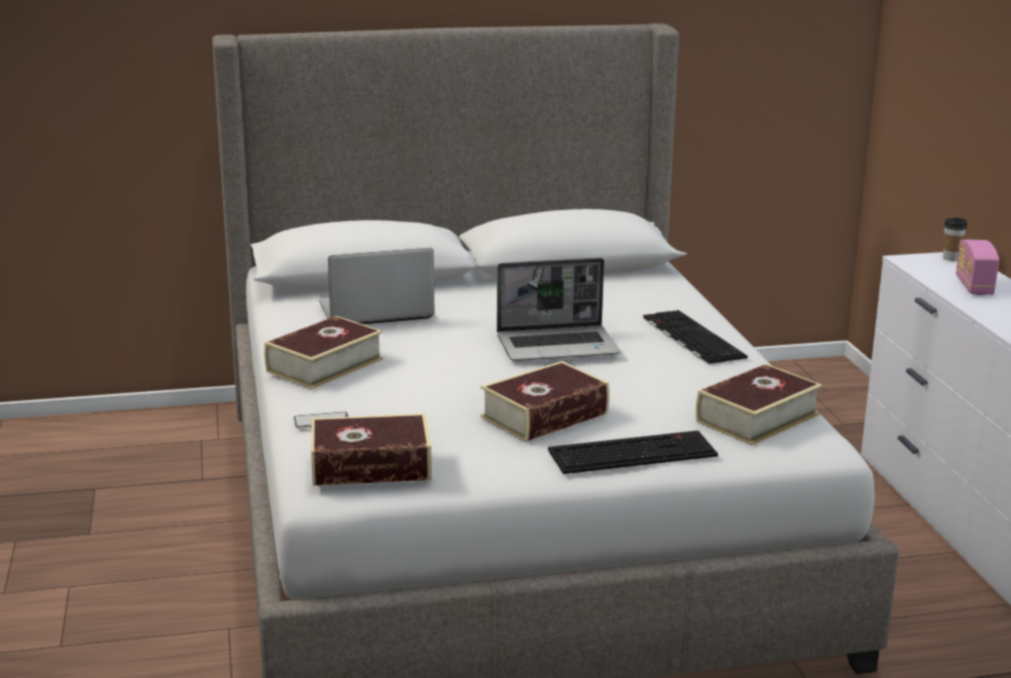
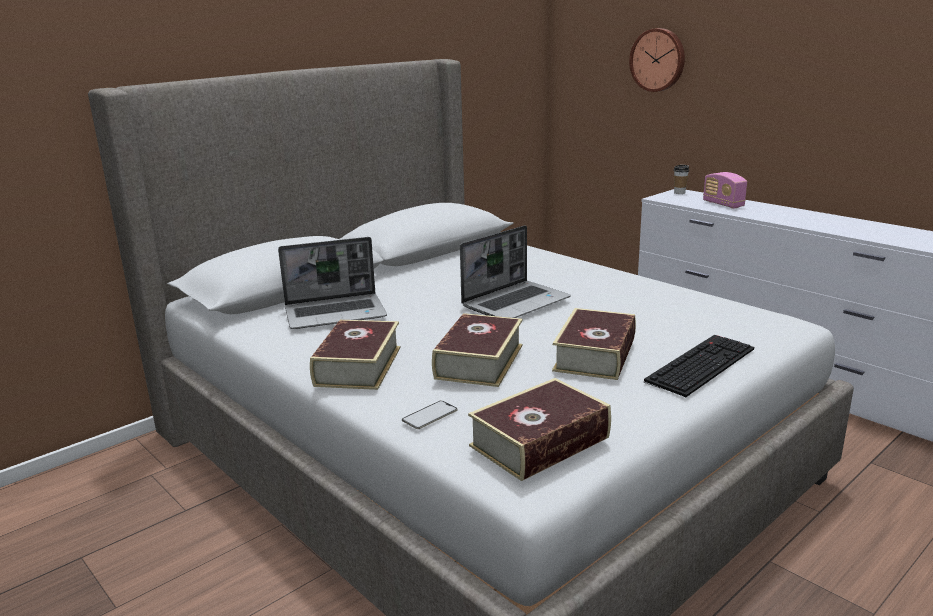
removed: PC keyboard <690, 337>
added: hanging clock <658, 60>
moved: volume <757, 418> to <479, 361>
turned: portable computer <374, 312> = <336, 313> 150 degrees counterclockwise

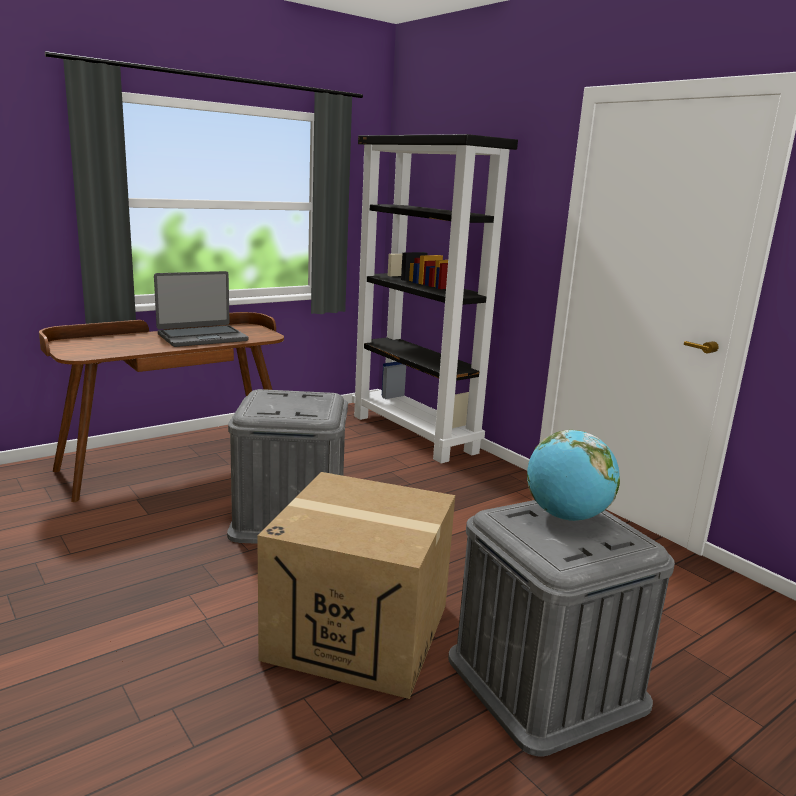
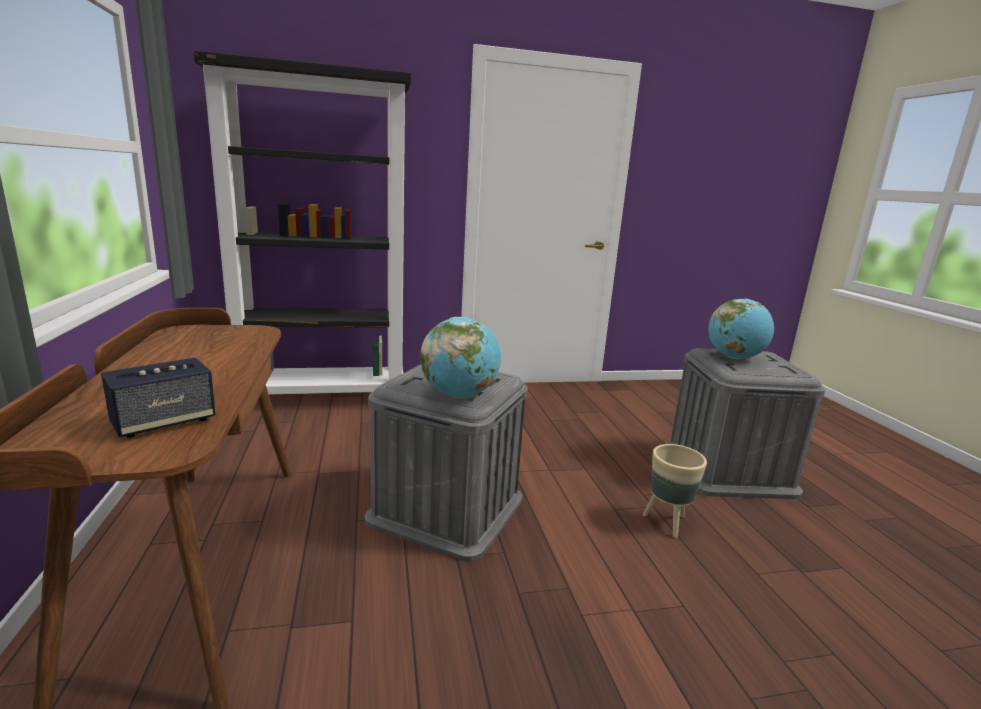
removed: portable computer <202, 337>
added: speaker <164, 422>; world globe <459, 395>
replaced: packing box <359, 631> to planter/beige-coloured <666, 522>

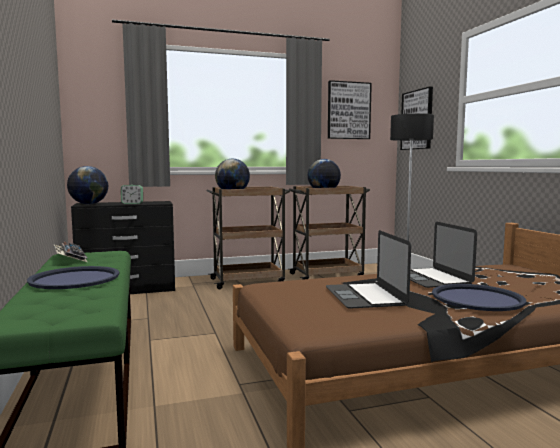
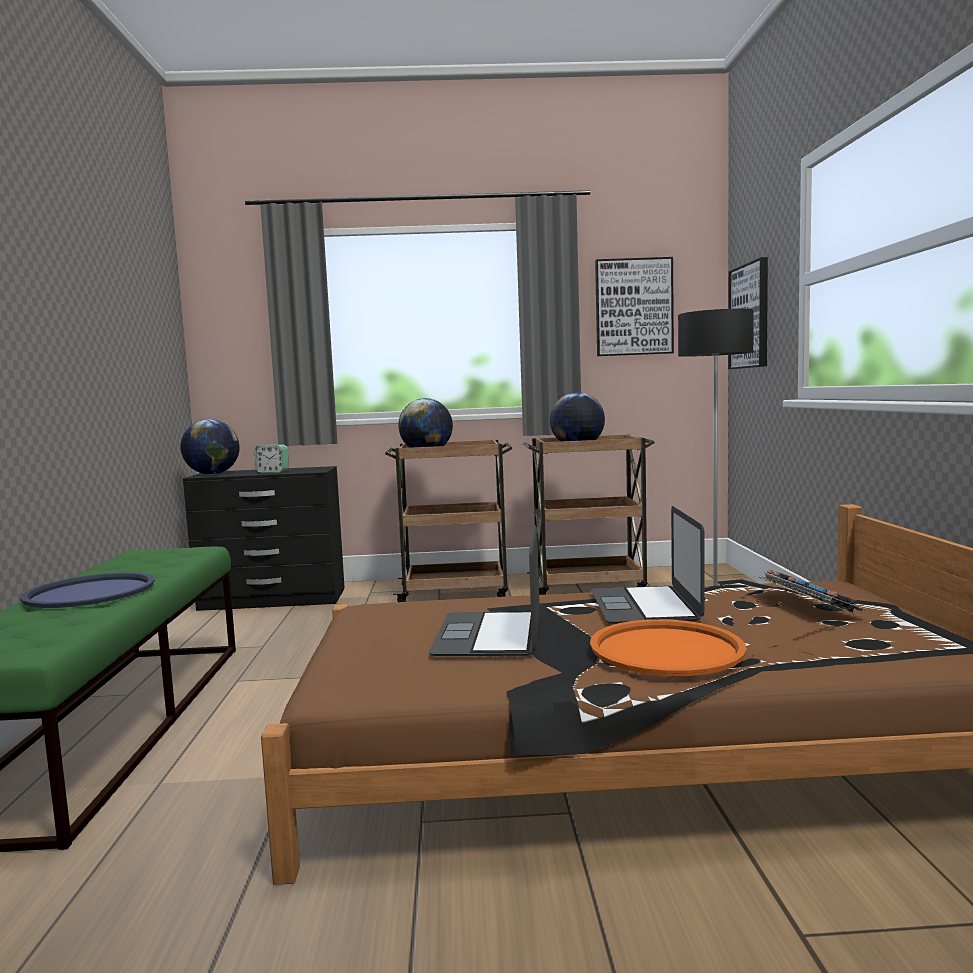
moved: PC keyboard <69, 258> to <803, 604>
recoloured: carrying tray/blue <477, 299> to carrying tray/orange-coloured <666, 649>

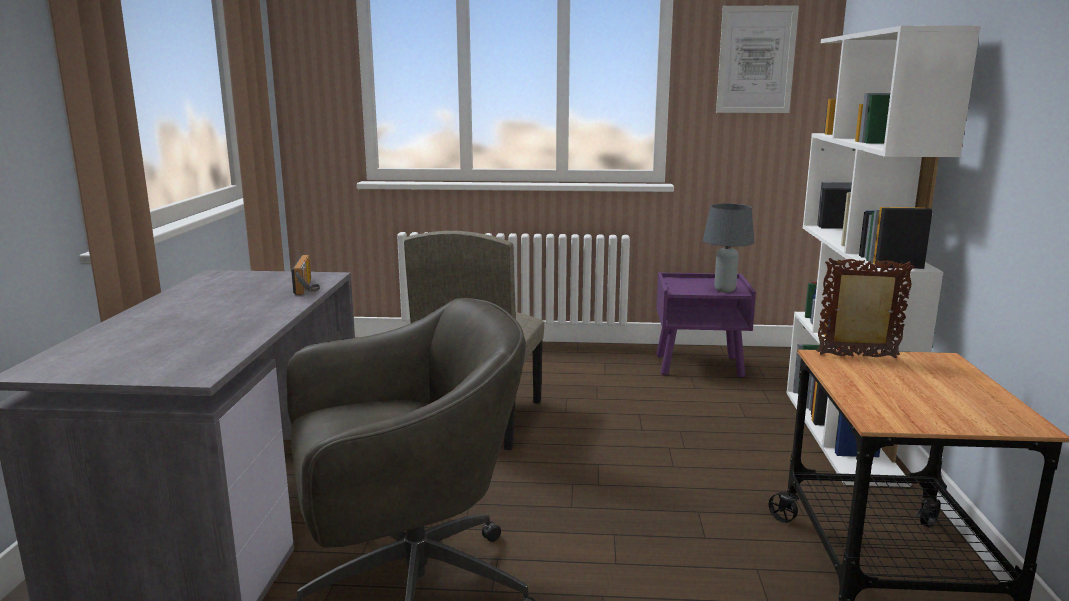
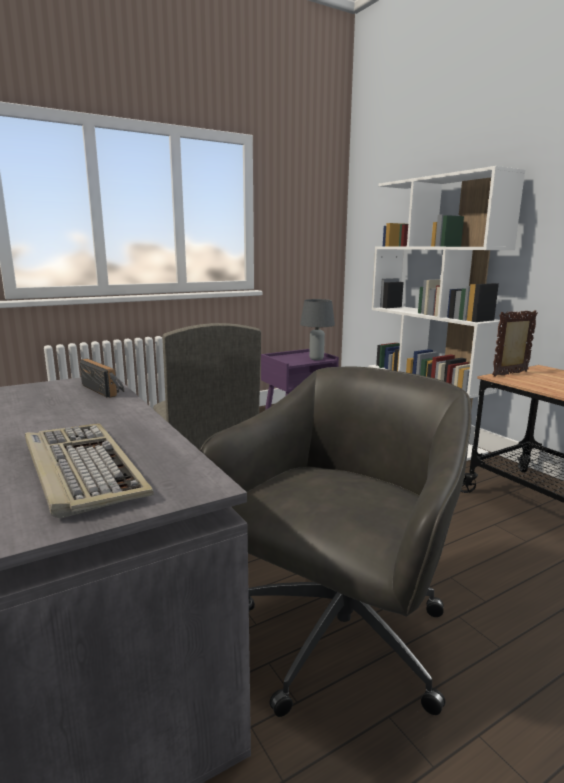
removed: wall picture <756, 60>
added: PC keyboard <80, 469>

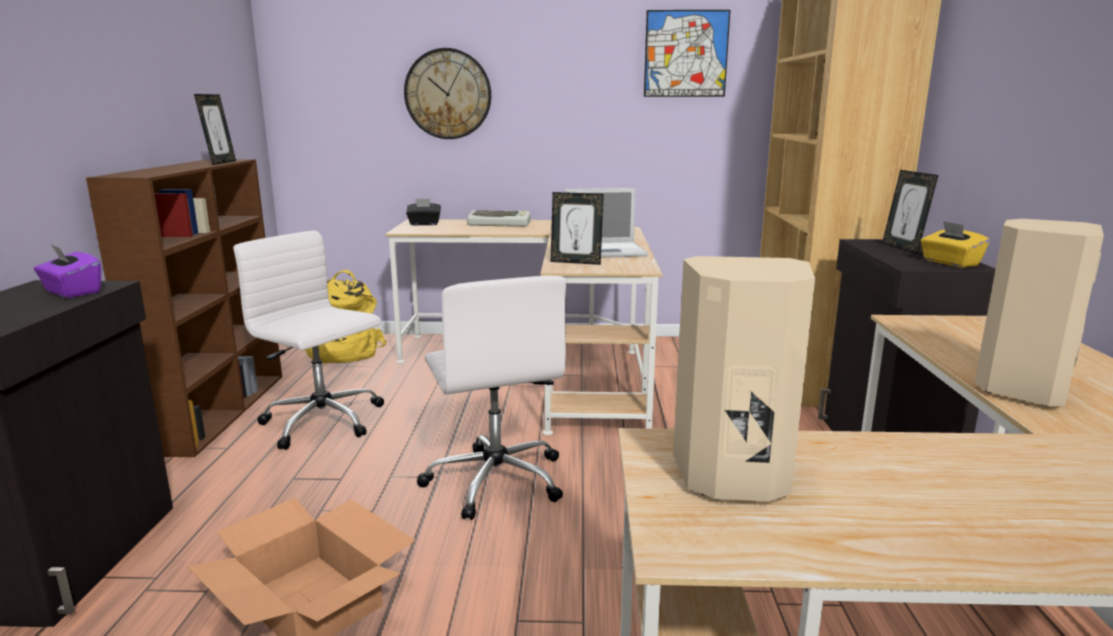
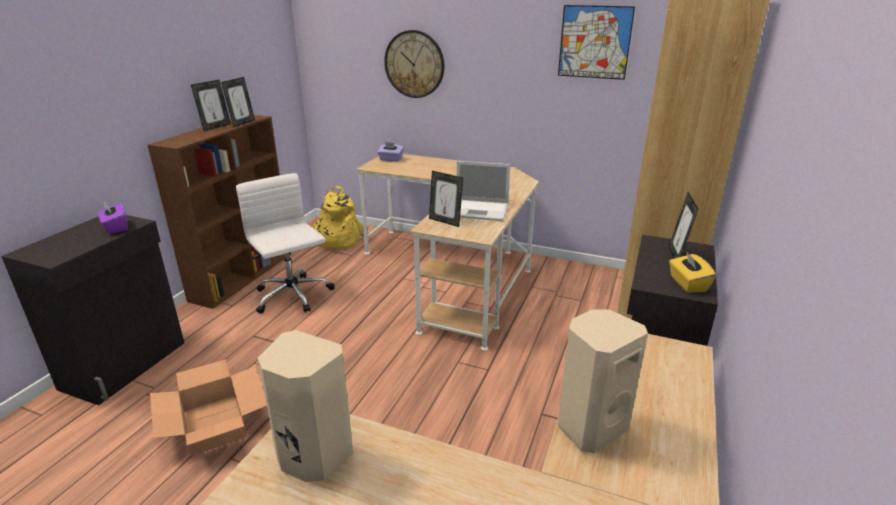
removed: computer chair/white-coloured <496, 480>; PC keyboard <500, 224>
added: picture frame <215, 127>
recoloured: box of tissues/blackish <424, 224> to box of tissues/purple-coloured <390, 159>

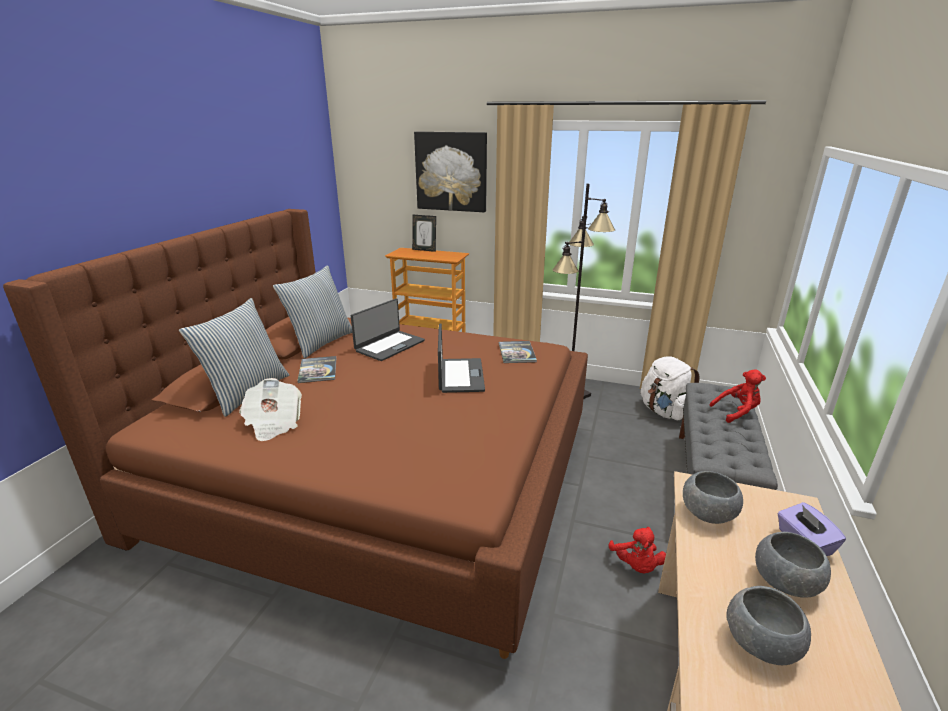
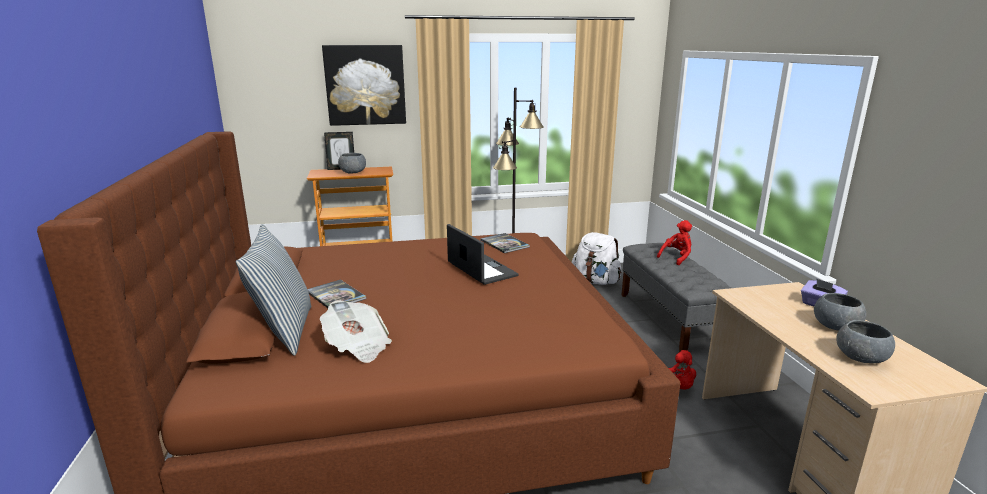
removed: throw pillow <321, 342>; portable computer <389, 346>
moved: serving bowl/grey <708, 514> to <353, 172>

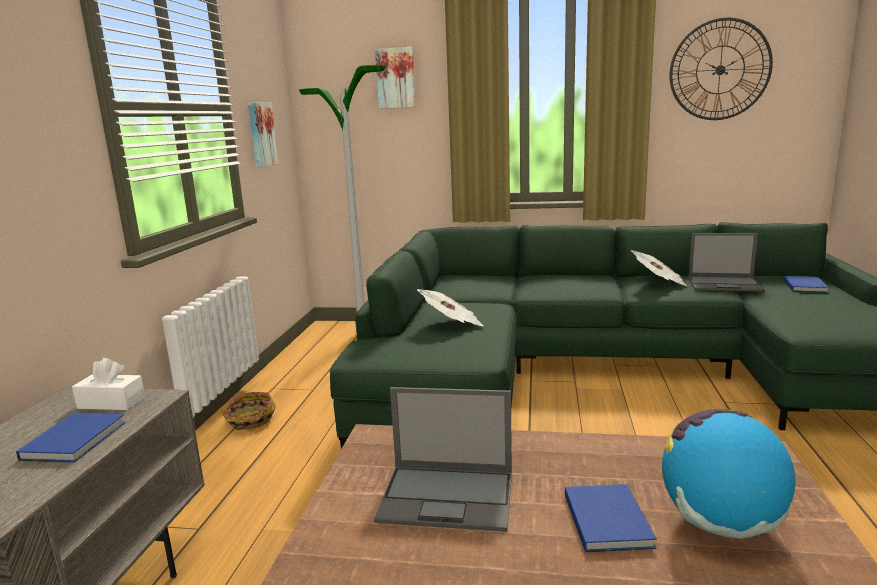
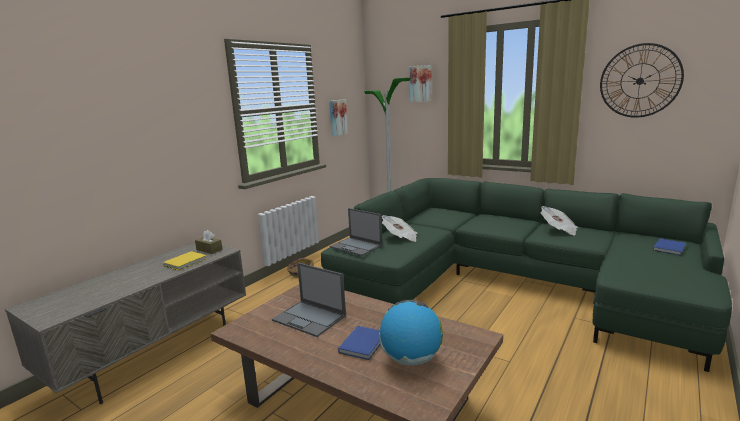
moved: portable computer <725, 284> to <356, 246>
recoloured: volume/blue <77, 439> to volume/yellow-coloured <186, 262>; box of tissues/white-coloured <111, 403> to box of tissues/brown-coloured <209, 250>

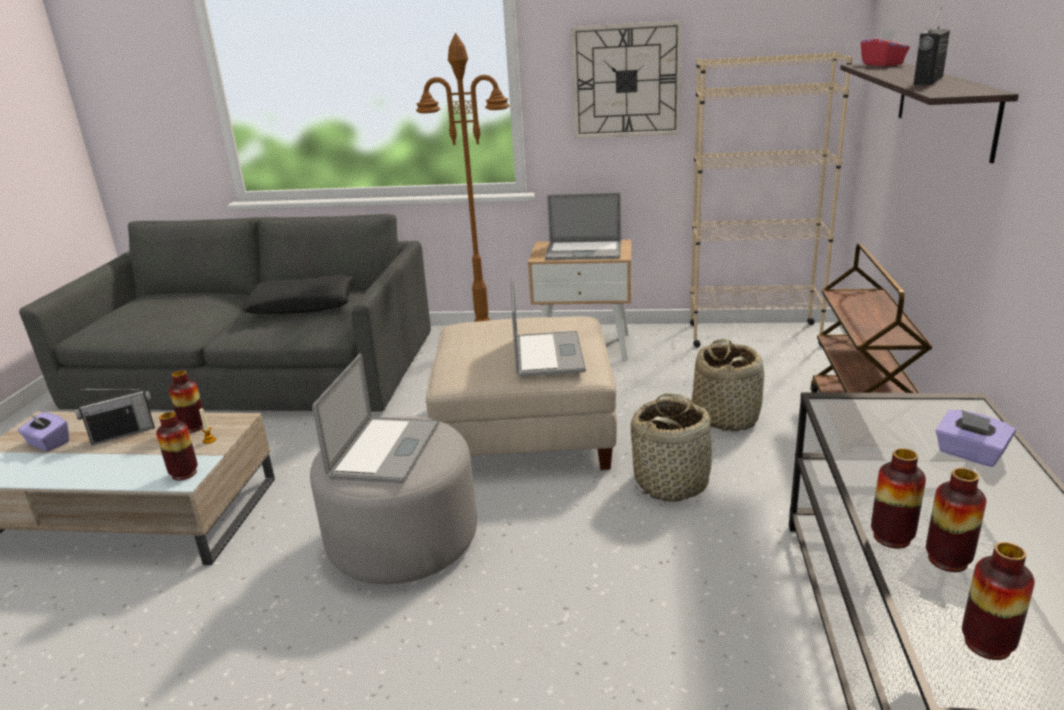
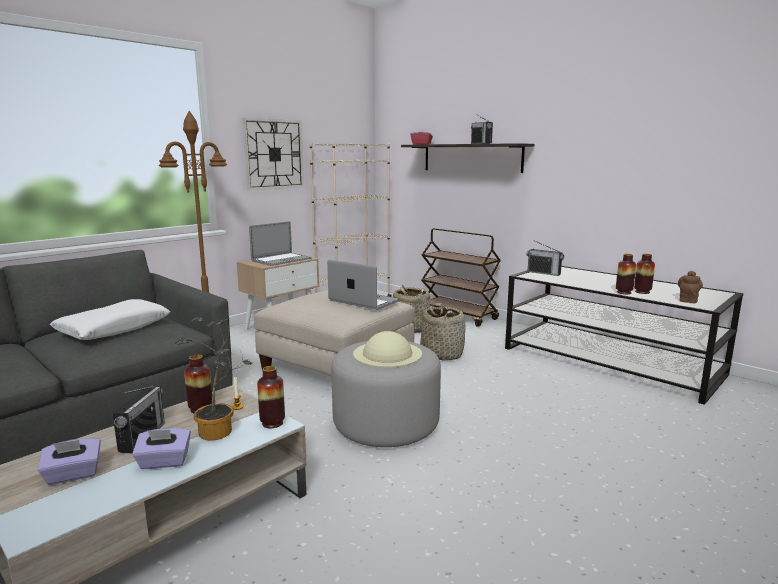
added: potted plant <220, 433>; radio <544, 273>
moved: box of tissues/purple-coloured <969, 454> to <164, 462>
replaced: portable computer <385, 449> to hat/beige-coloured <387, 353>; vase <987, 644> to tea pot/brown-coloured <688, 300>
recoloured: throw pillow/blackish <303, 305> to throw pillow/white-coloured <114, 329>

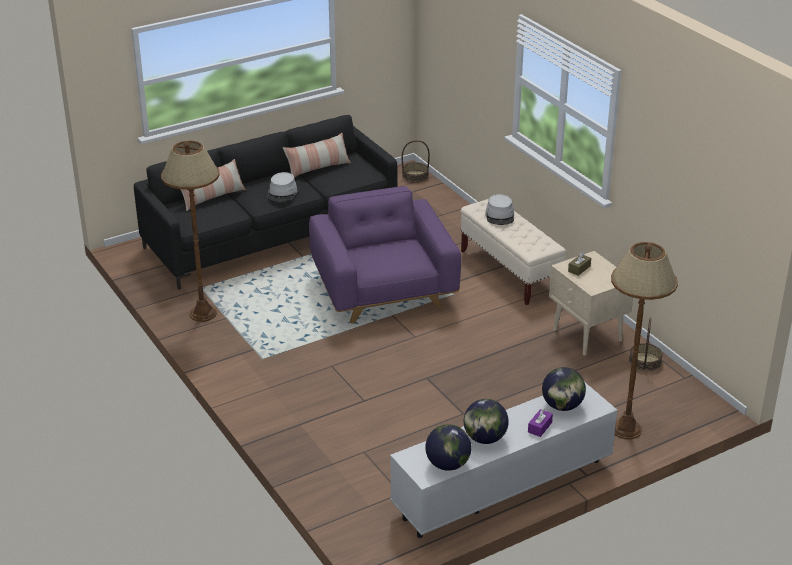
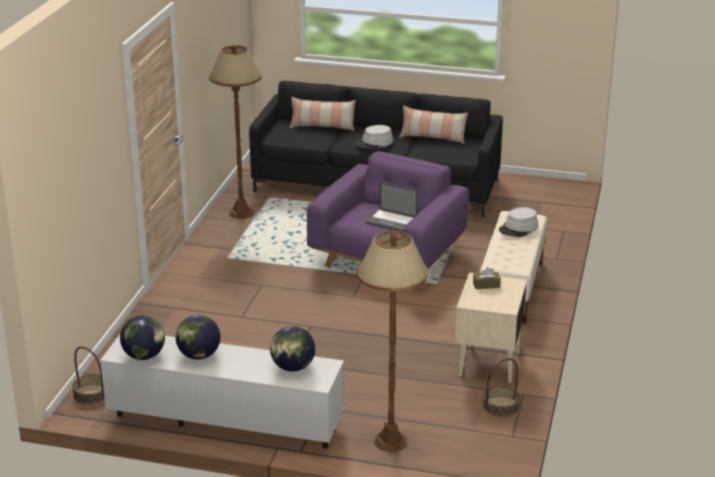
removed: box of tissues/purple-coloured <540, 427>
added: portable computer <392, 220>
moved: basket <415, 176> to <91, 394>

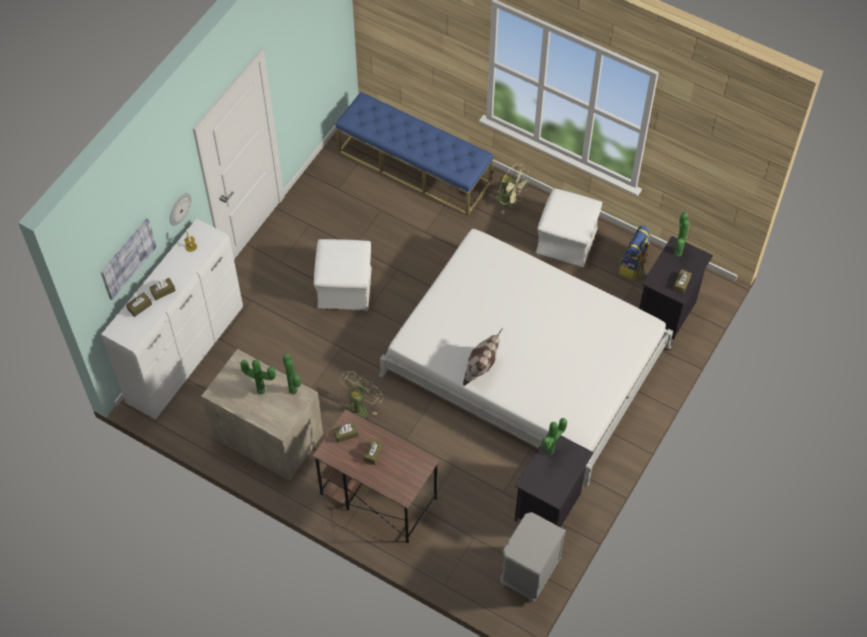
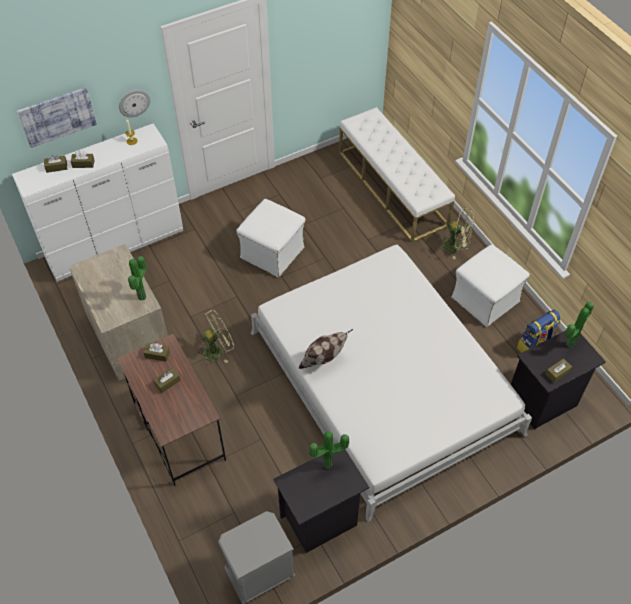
removed: potted plant <261, 389>
recoloured: long seat/blue <414, 167> to long seat/white-coloured <392, 188>
turned: electric fan/greenish <510, 200> = <456, 246> 45 degrees counterclockwise

